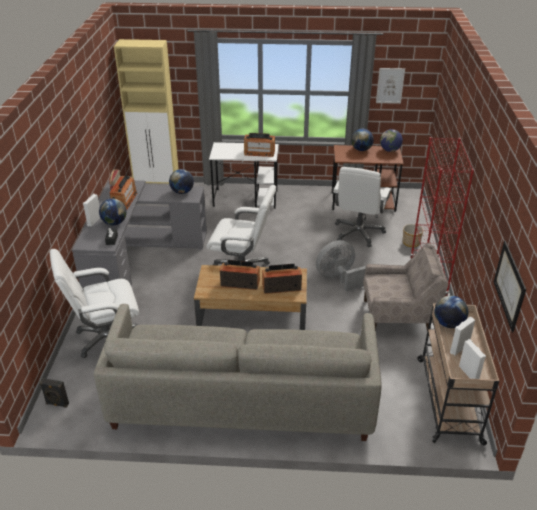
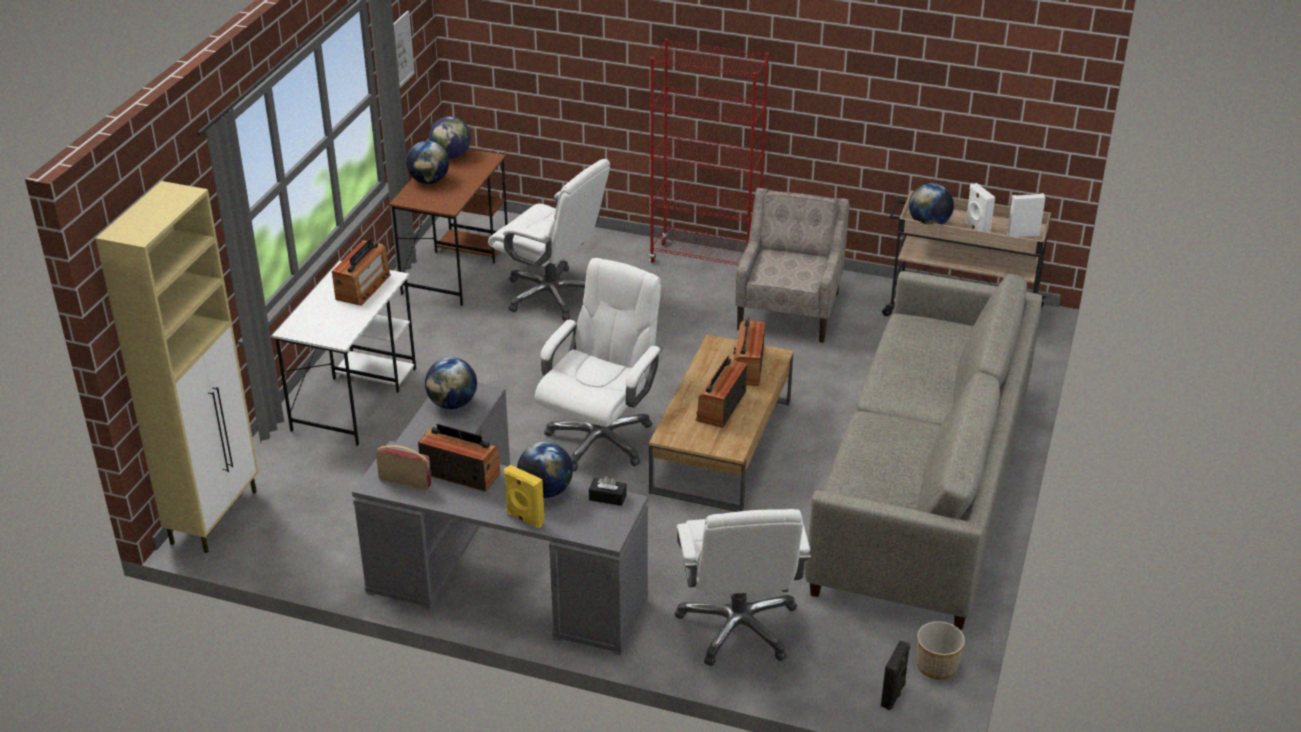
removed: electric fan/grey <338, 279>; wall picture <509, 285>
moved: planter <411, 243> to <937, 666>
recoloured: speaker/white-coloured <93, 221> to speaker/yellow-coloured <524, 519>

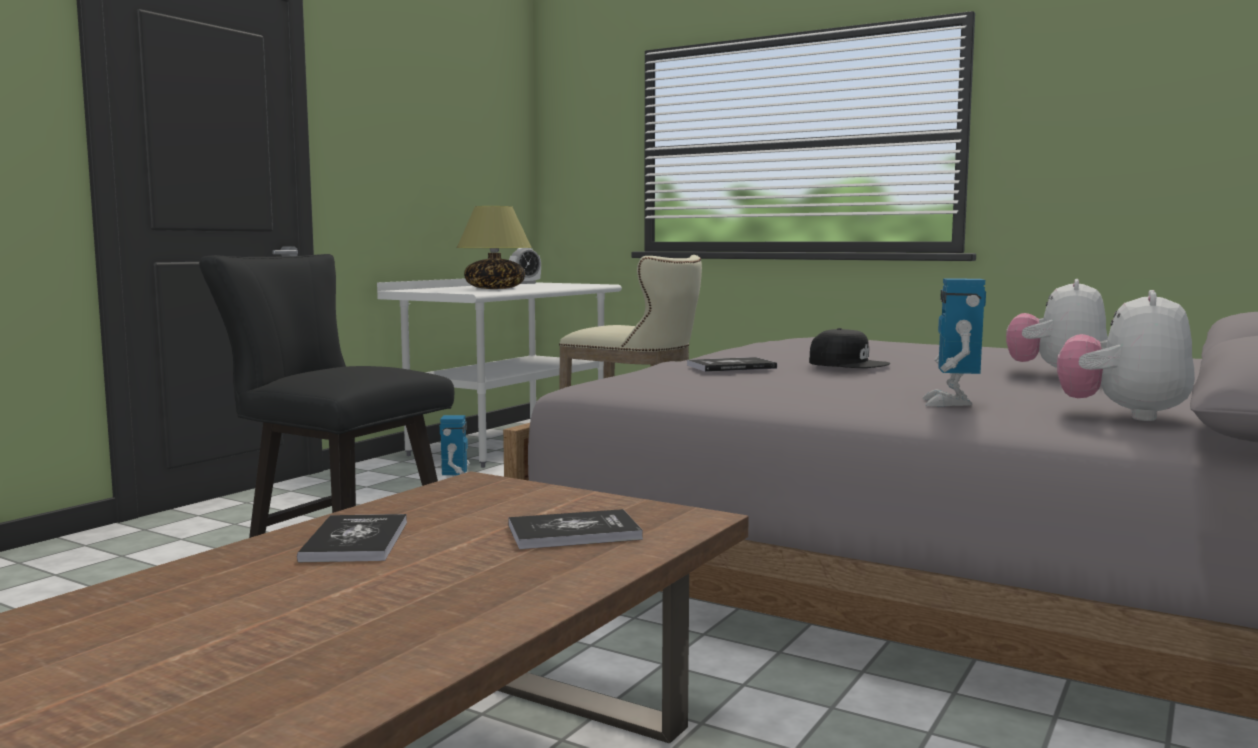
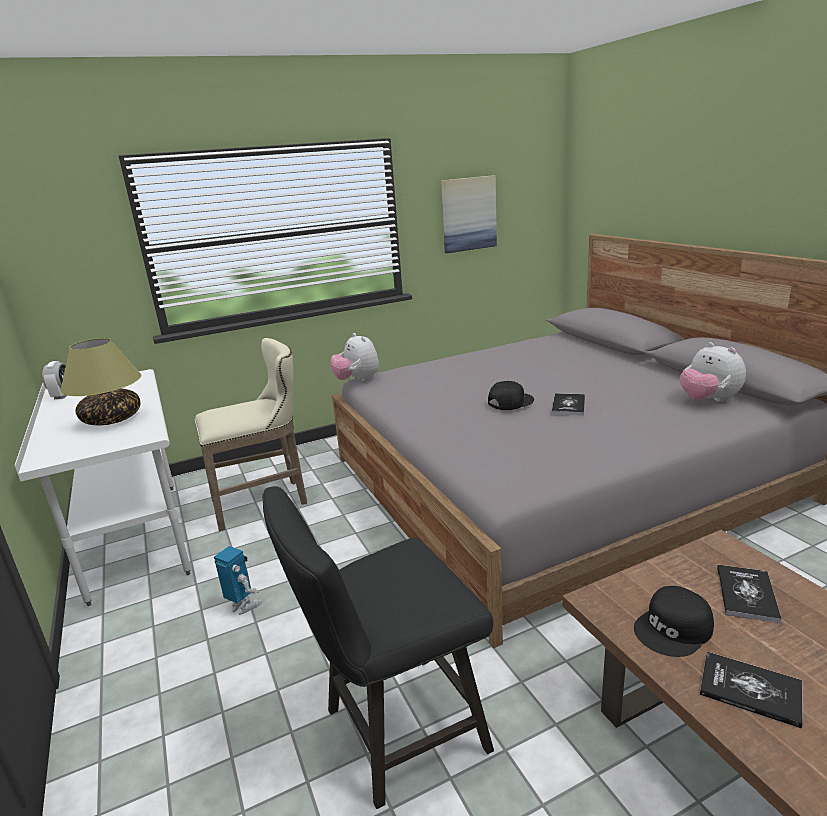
removed: model robot <951, 403>
added: wall picture <468, 214>; peaked cap/blackish <674, 629>
moved: soft toy <1055, 374> to <357, 380>; volume <731, 367> to <568, 405>

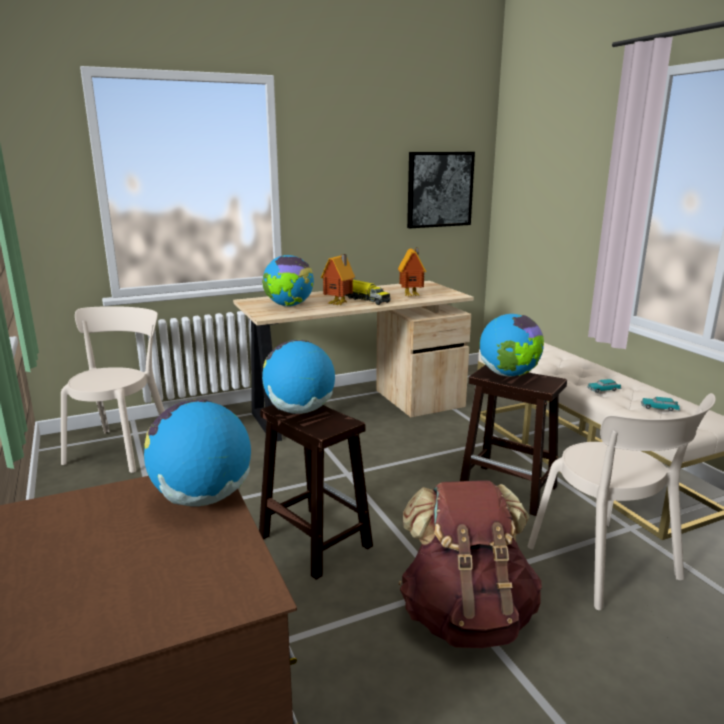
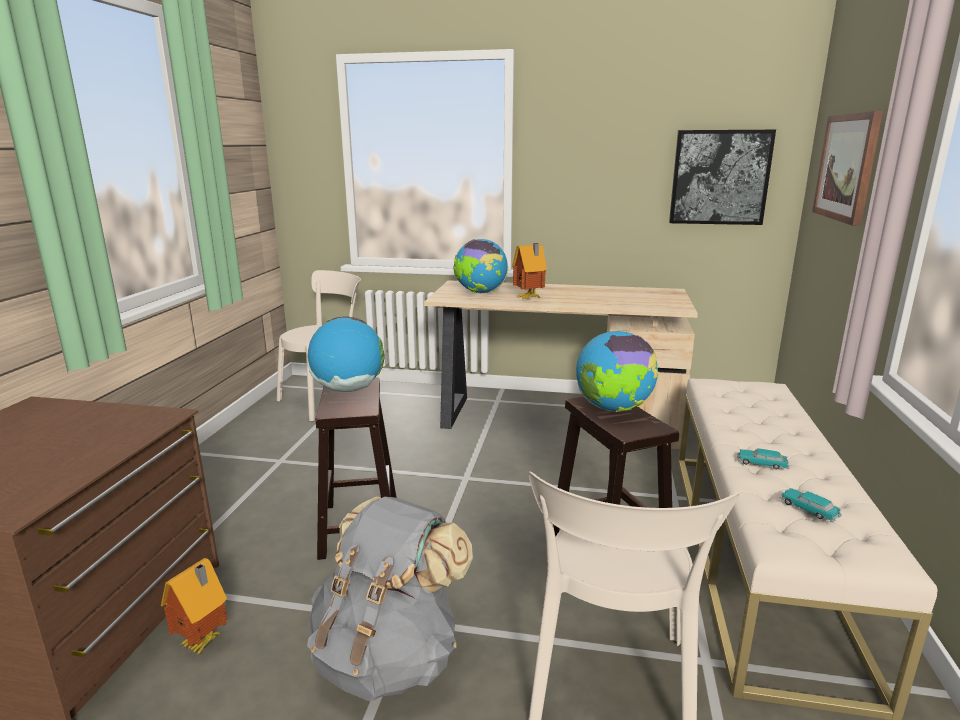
removed: world globe <203, 498>; toy truck <365, 299>
added: wall picture <847, 167>
moved: model house <412, 295> to <204, 643>
recoloured: backpack/brown-coloured <466, 616> to backpack/grey <389, 657>

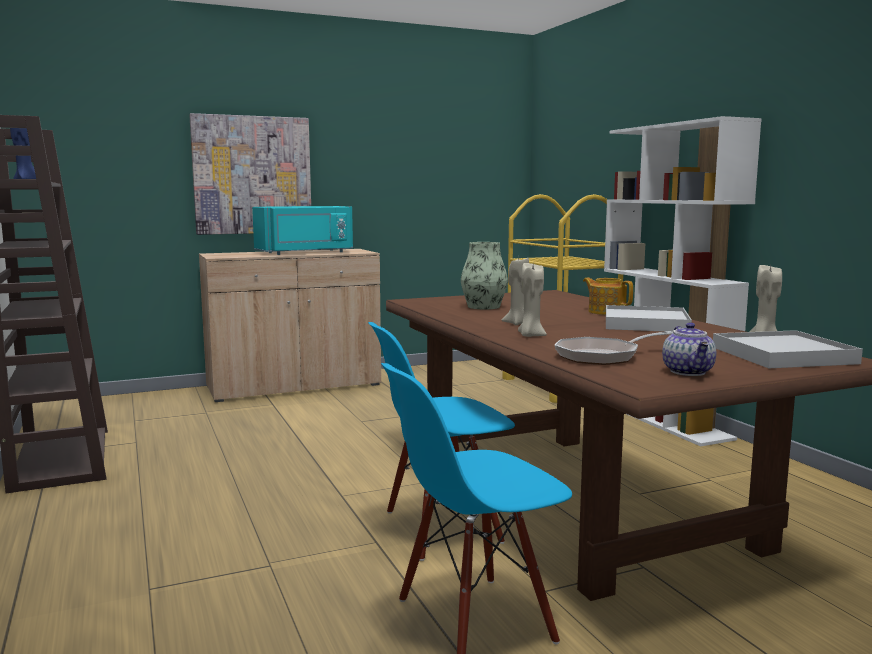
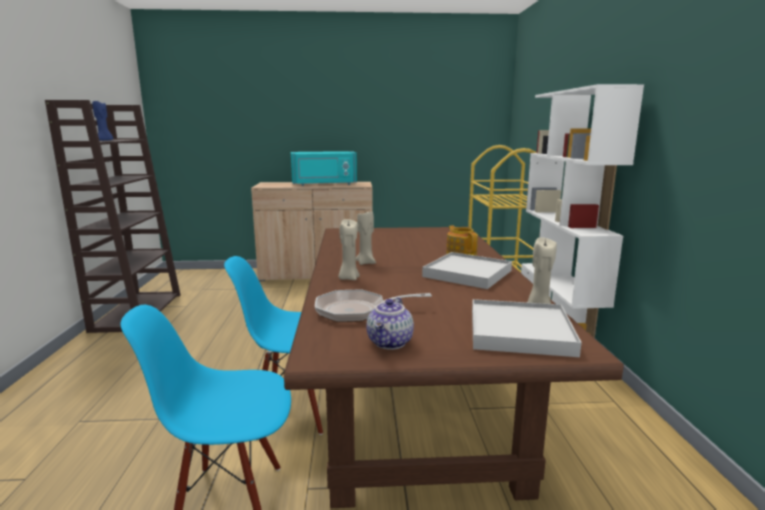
removed: wall picture <252, 175>; vase <483, 307>

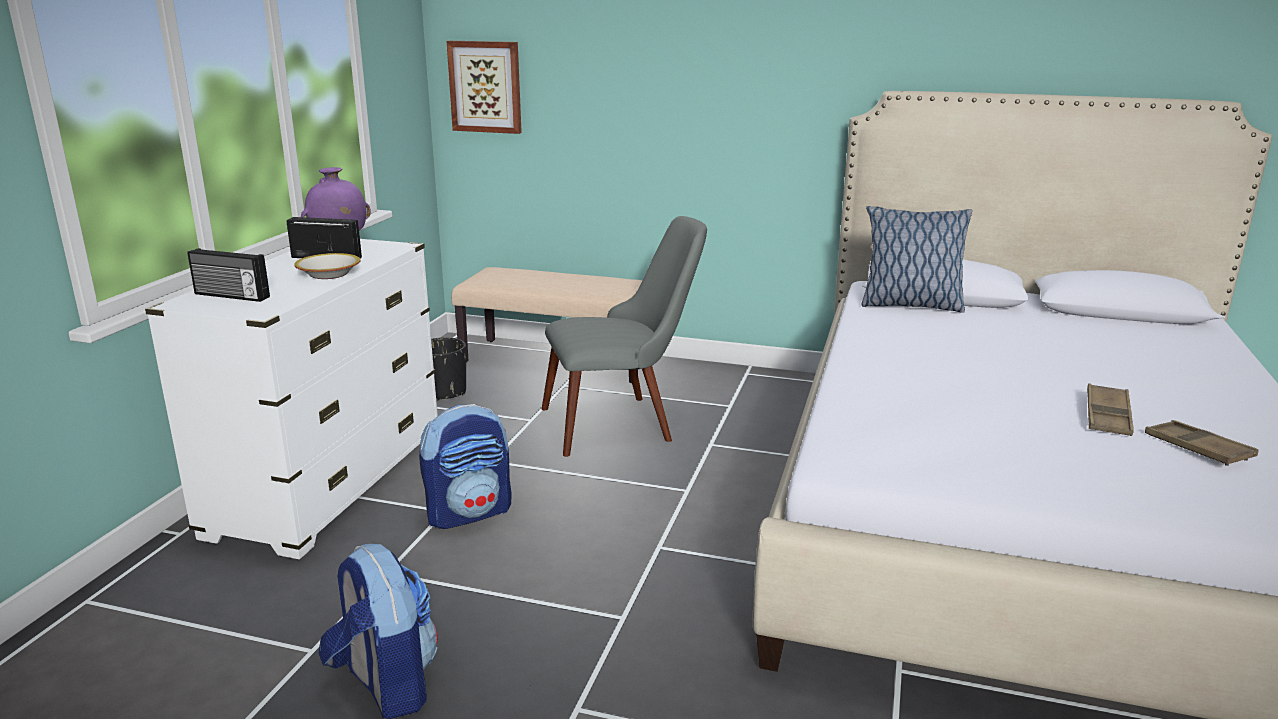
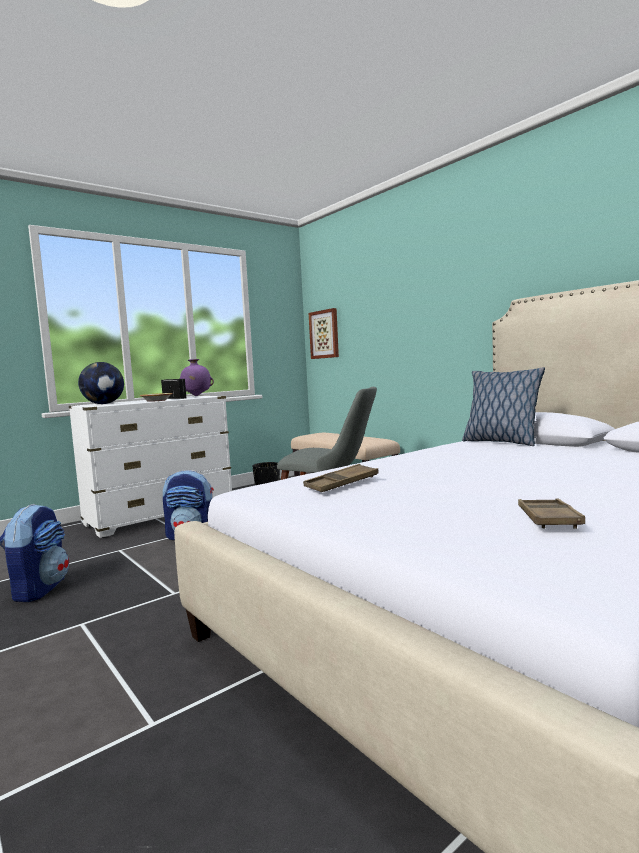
moved: carrying tray/brown-coloured <1107, 416> to <341, 484>
replaced: radio <231, 296> to world globe <103, 404>

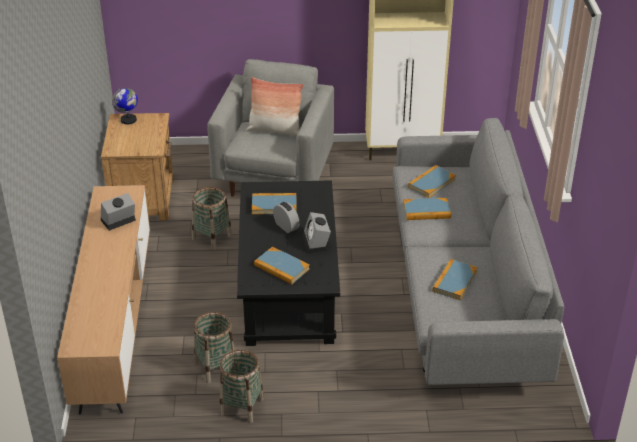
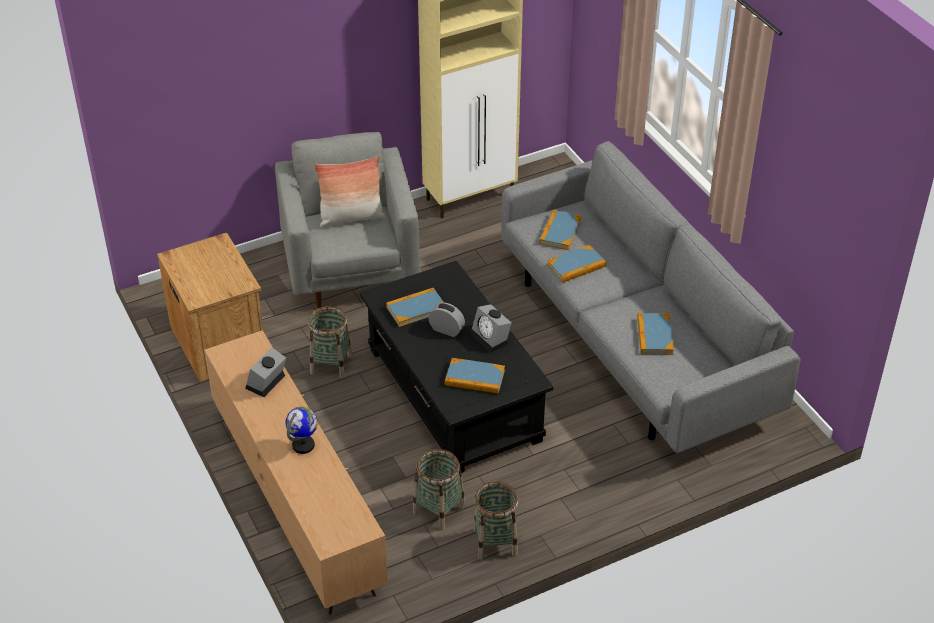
moved: world globe <128, 120> to <303, 445>

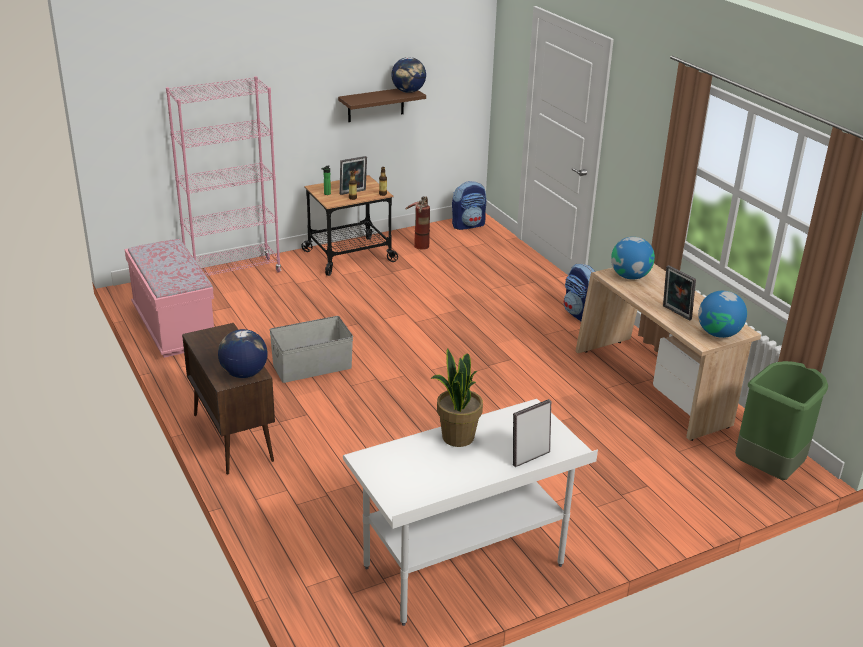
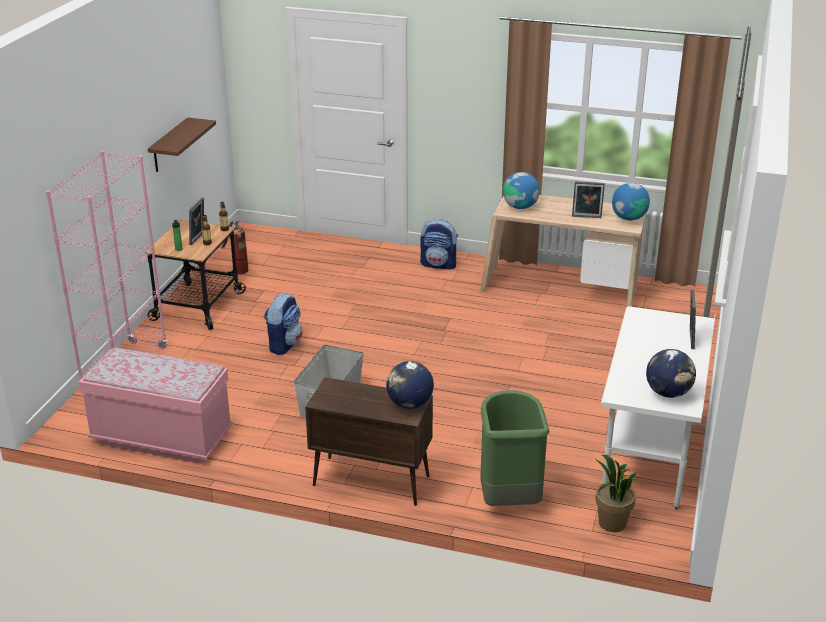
moved: backpack <468, 225> to <284, 344>; trash can/greenish <769, 469> to <508, 499>; potted plant <457, 437> to <611, 523>; world globe <408, 92> to <668, 393>

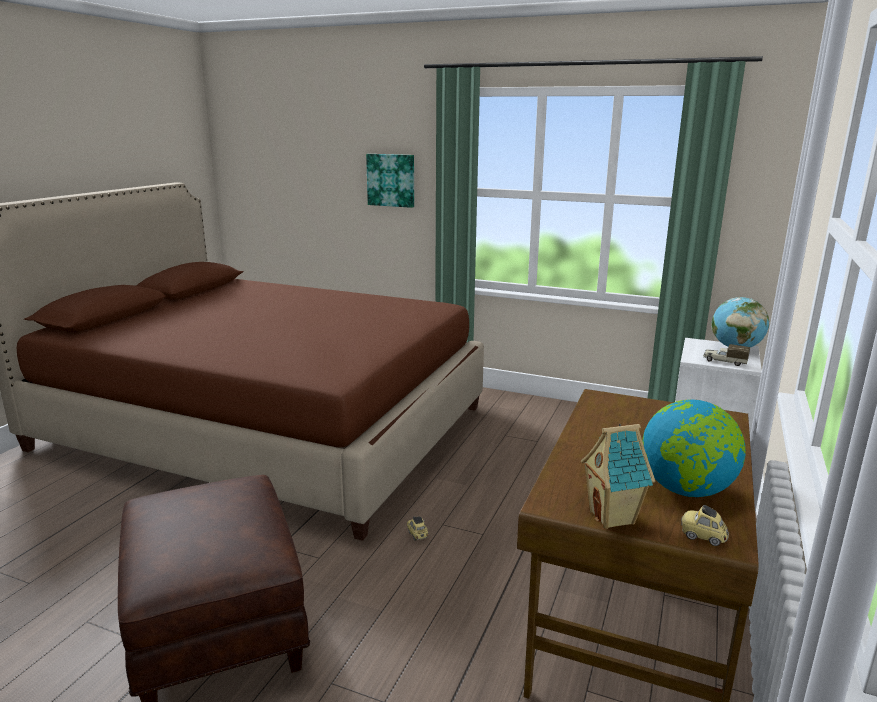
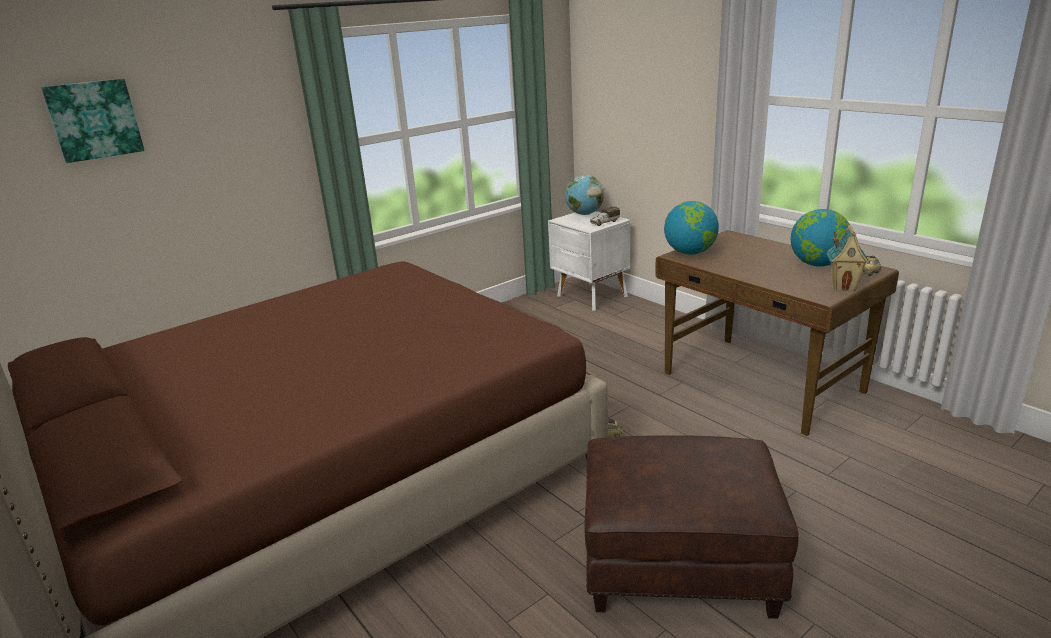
added: world globe <690, 253>
moved: wall picture <391, 180> to <94, 120>

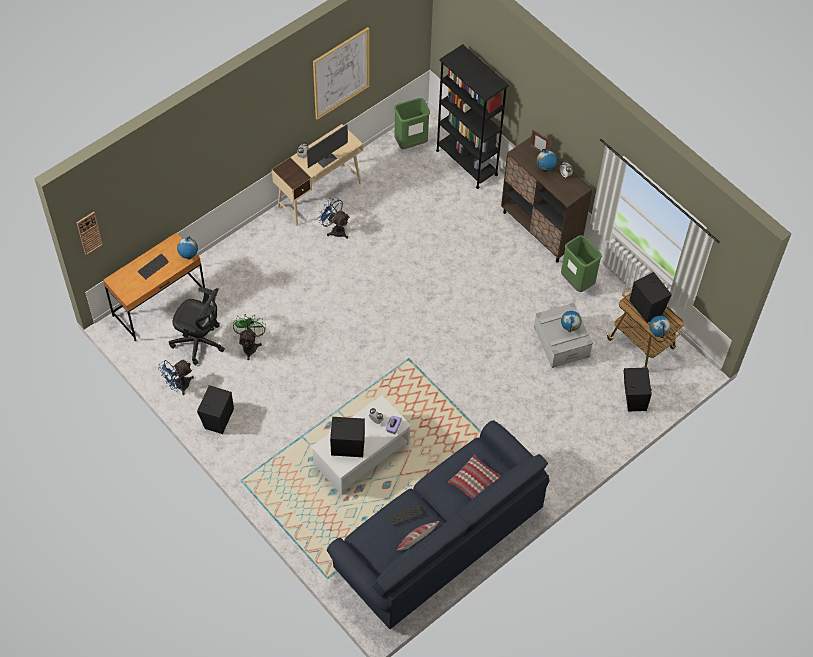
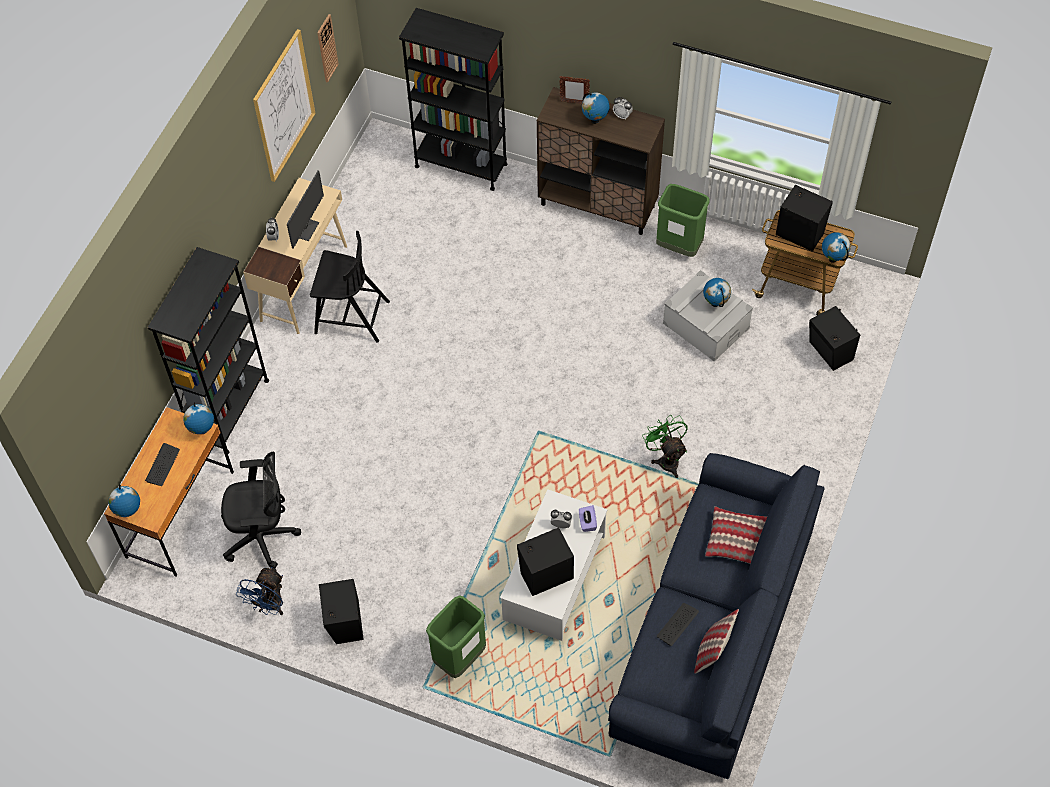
added: world globe <129, 512>; shelving unit/blackish <230, 410>
moved: hanging clock <89, 233> to <327, 48>; trash can/greenish <410, 143> to <459, 658>; electric fan/greenish <250, 345> to <666, 459>
replaced: electric fan/blue <335, 230> to chair/blackish <350, 317>

